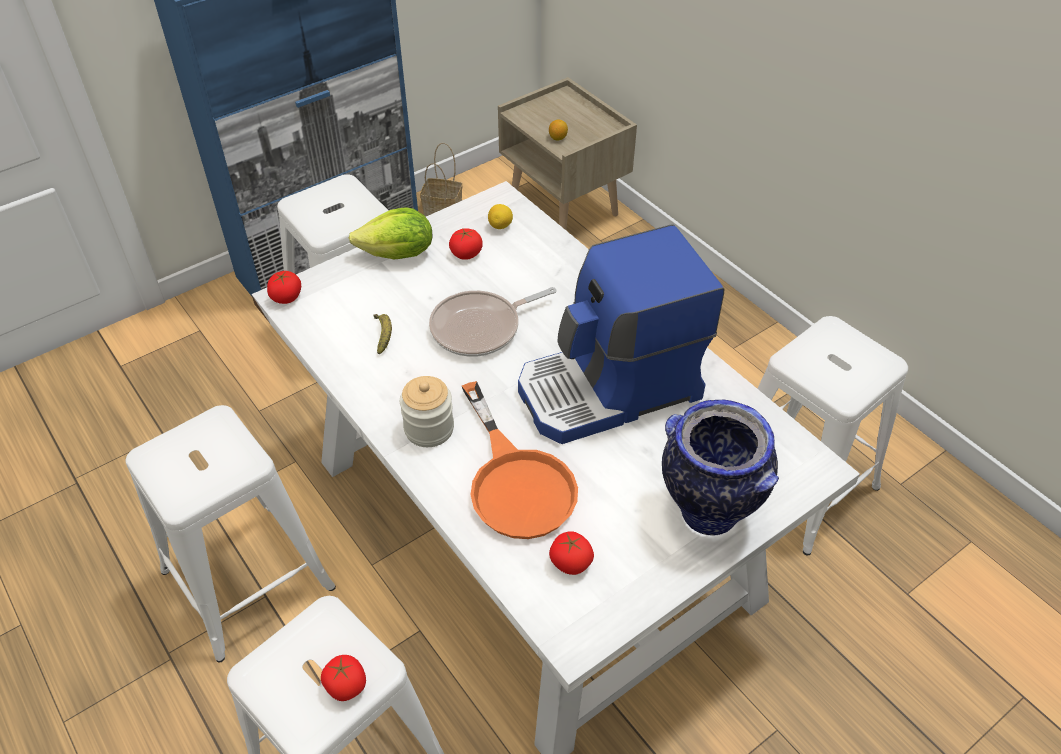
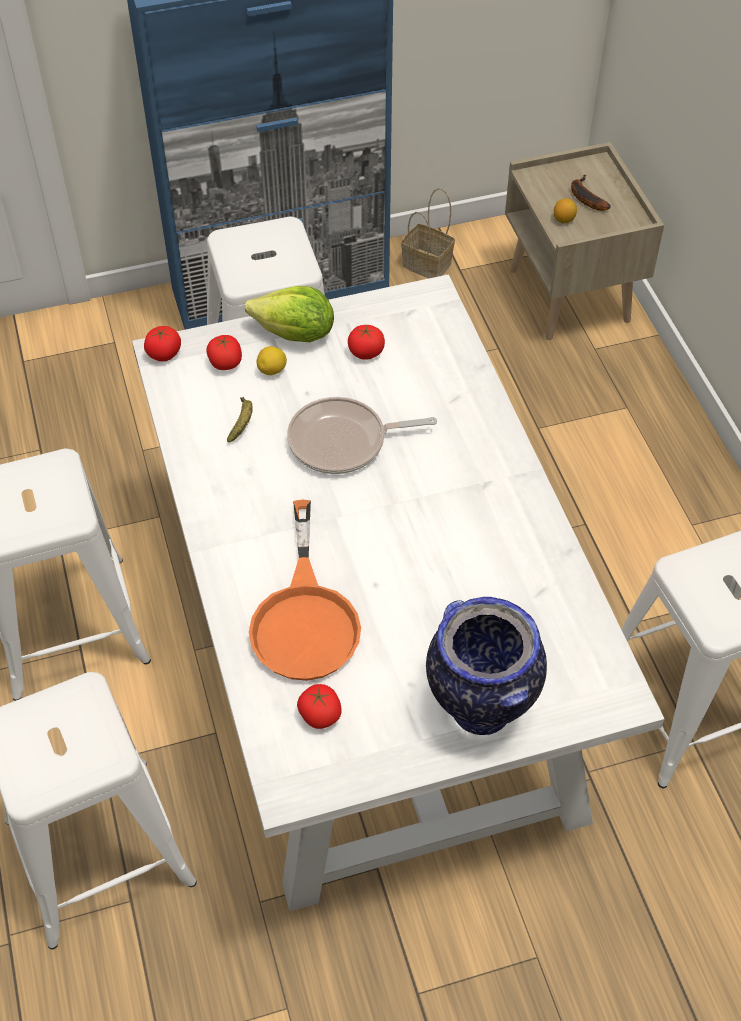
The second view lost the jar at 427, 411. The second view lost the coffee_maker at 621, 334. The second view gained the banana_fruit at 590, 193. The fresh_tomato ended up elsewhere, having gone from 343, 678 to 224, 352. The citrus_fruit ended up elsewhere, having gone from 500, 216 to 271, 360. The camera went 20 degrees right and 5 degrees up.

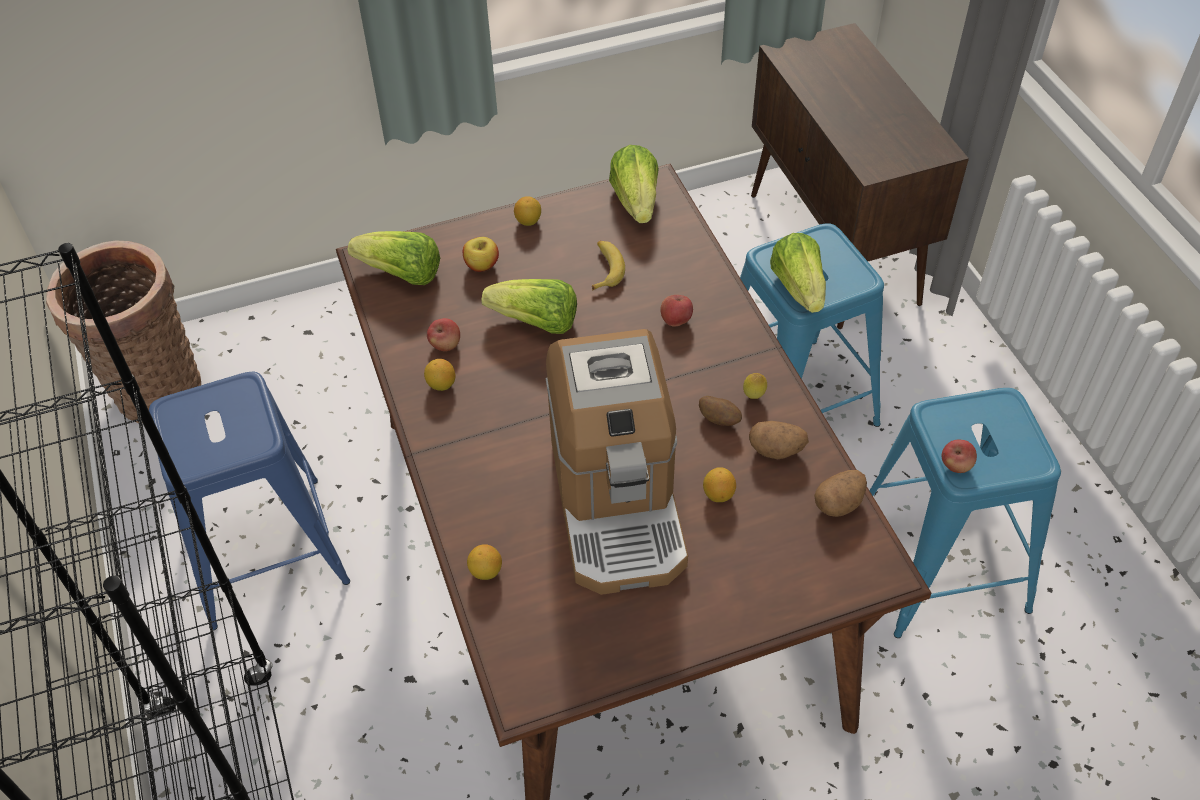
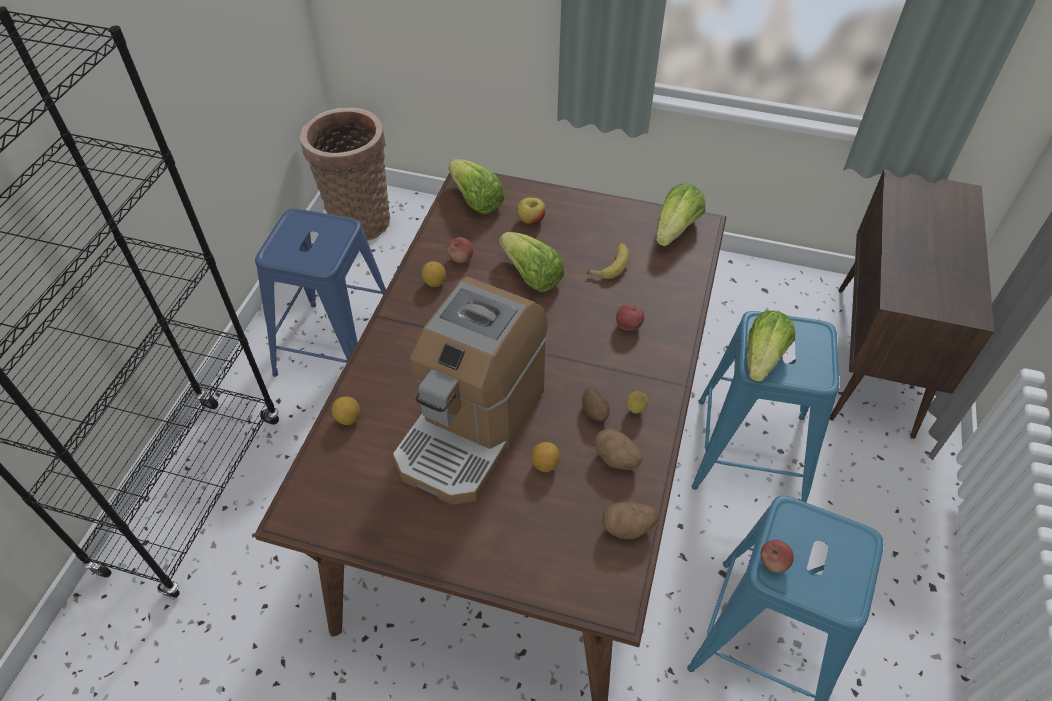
The second view lost the citrus_fruit at 527, 211. The camera went 35 degrees right and 0 degrees up.

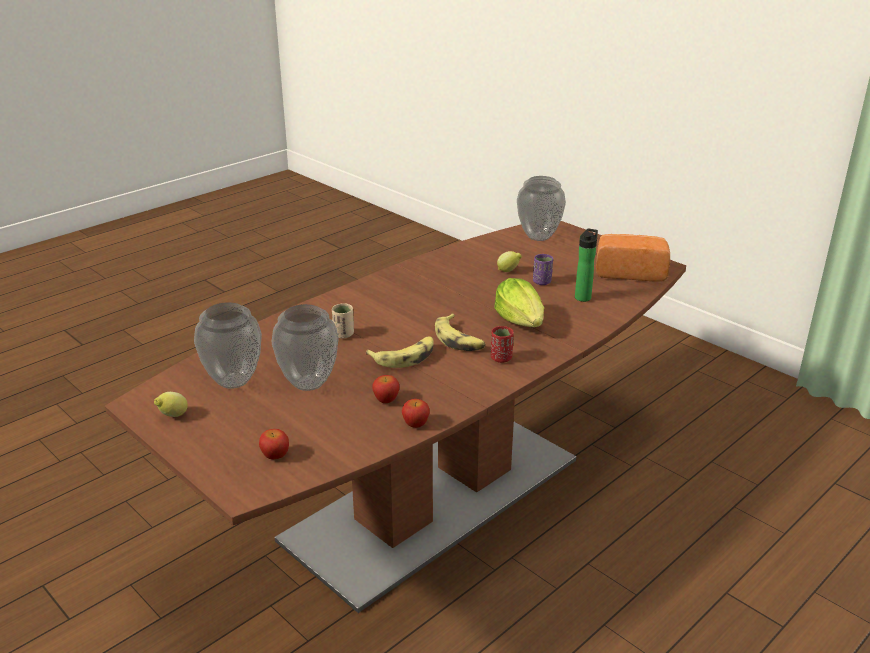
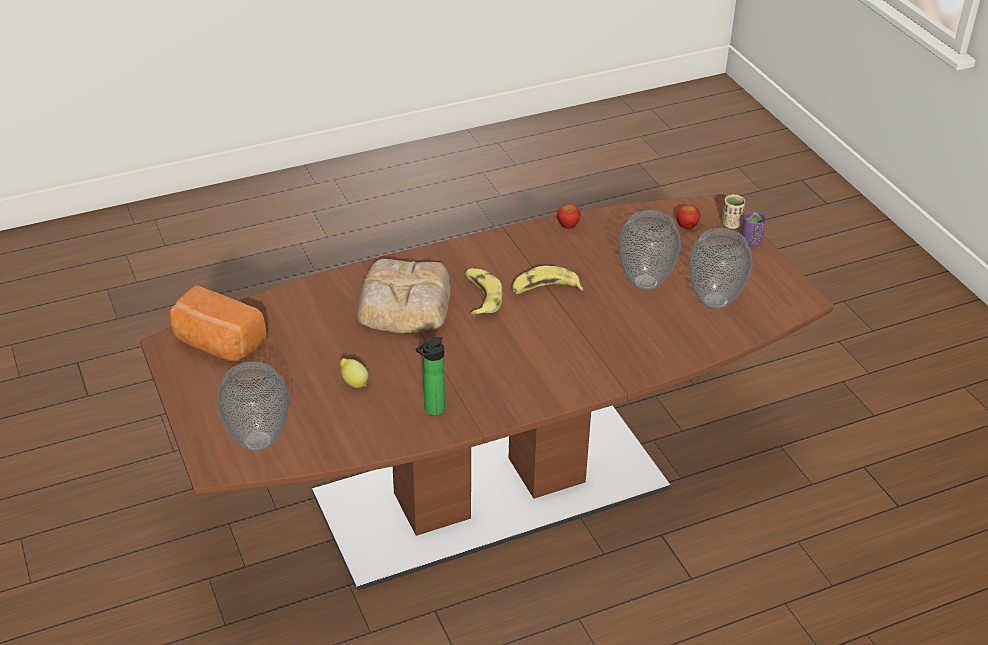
The second view lost the citrus_fruit at 171, 404. The second view lost the apple at 385, 389. The second view lost the reddish_small_cup at 502, 344. The sand-coloured_small_cup ended up elsewhere, having gone from 343, 320 to 733, 212. The purple-coloured_small_cup ended up elsewhere, having gone from 543, 269 to 754, 229. The beverage_bottle ended up elsewhere, having gone from 586, 265 to 430, 376. Where the head_of_lettuce stood at 519, 302, the bread came to stand at 404, 296. The camera went 160 degrees left and 10 degrees up.

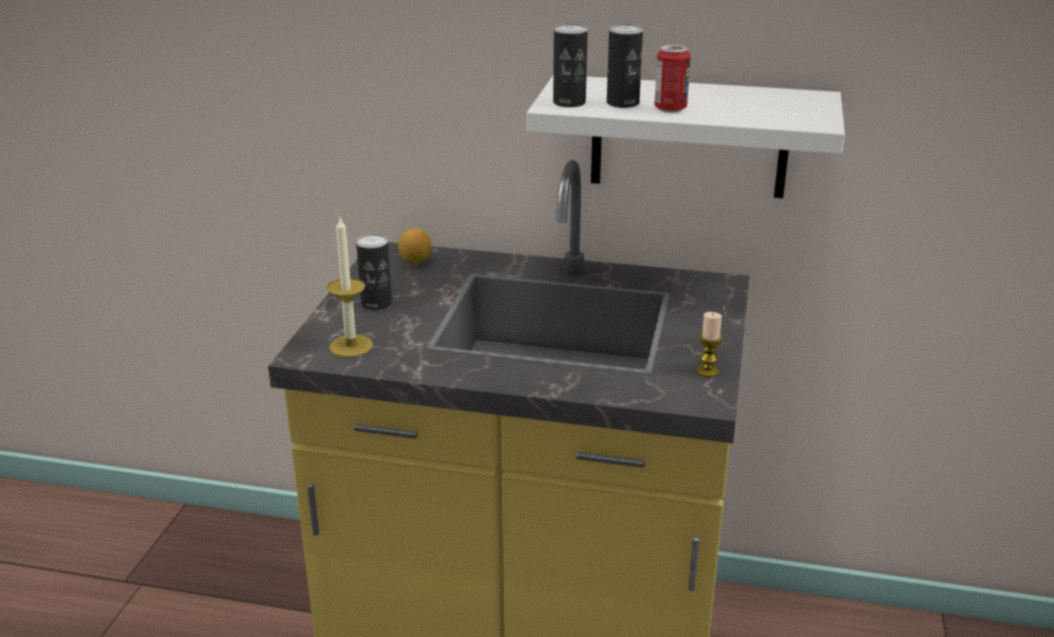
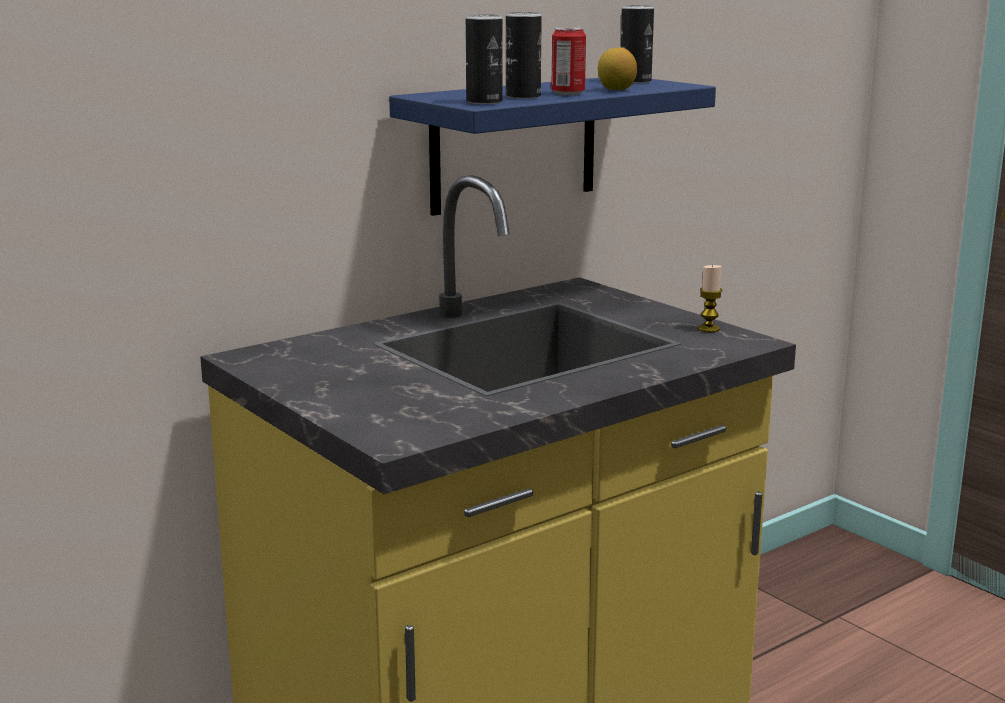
The second view lost the wax_candle at 350, 287. The sealed_can ended up elsewhere, having gone from 374, 272 to 637, 44. The citrus_fruit ended up elsewhere, having gone from 415, 246 to 617, 68. What was the white_shelf at 686, 137 turned into the blue_shelf at 552, 147. The camera went 50 degrees left and 10 degrees down.

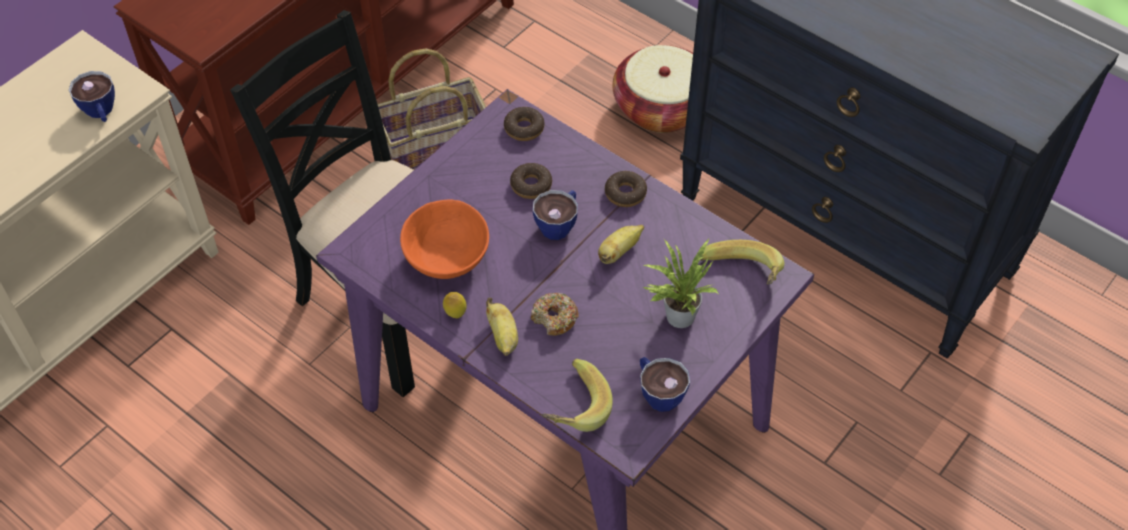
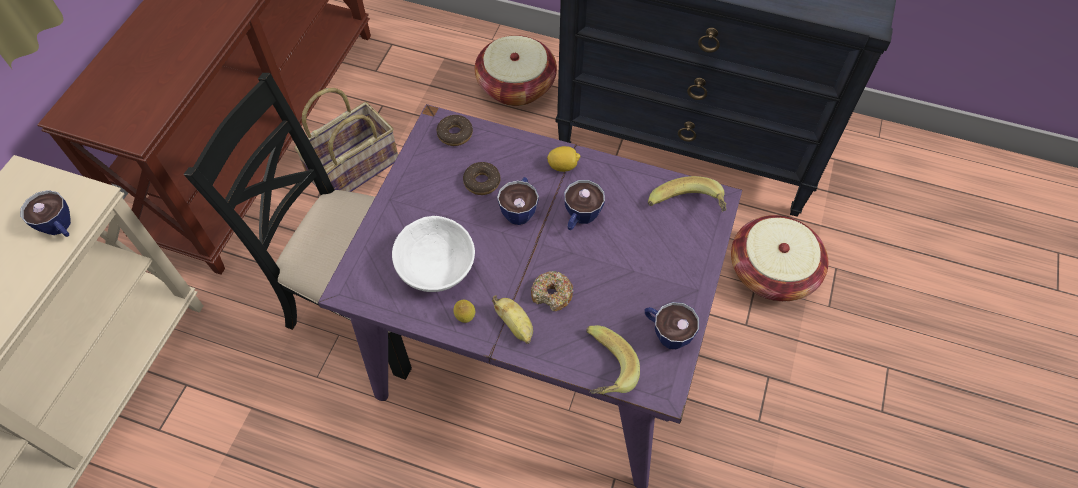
The second view lost the houseplant at 680, 283. The second view gained the storage_basket at 779, 258. Where the banana_fruit stood at 621, 244, the small_cup came to stand at 584, 205. Where the ring_doughnut stood at 626, 189, the citrus_fruit came to stand at 563, 159. What was the orange_deep_dish at 444, 239 turned into the white_deep_dish at 433, 254. The camera went 20 degrees left and 5 degrees up.

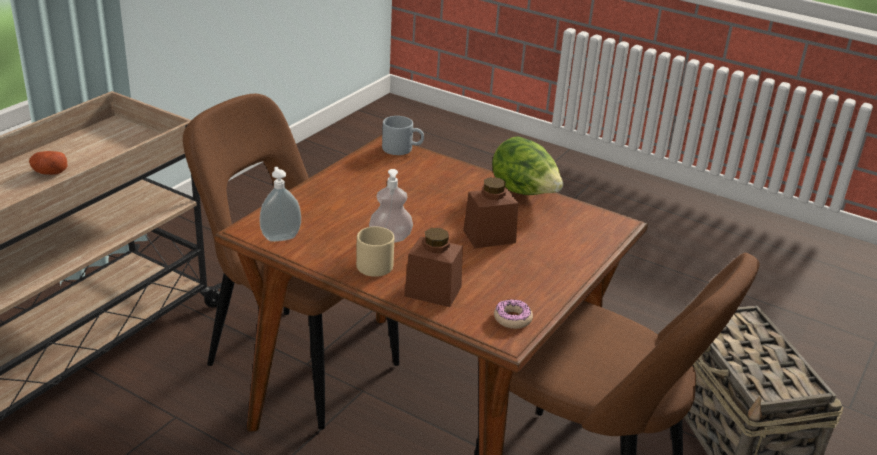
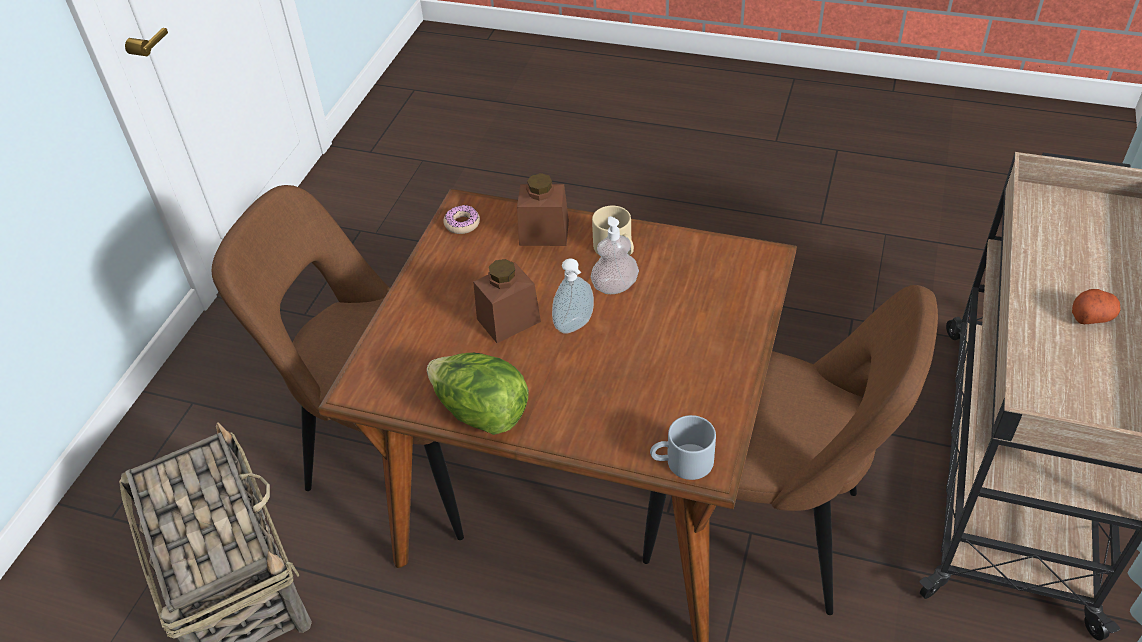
The liquid_soap_bottle ended up elsewhere, having gone from 280, 204 to 573, 296. The camera went 170 degrees right and 15 degrees up.

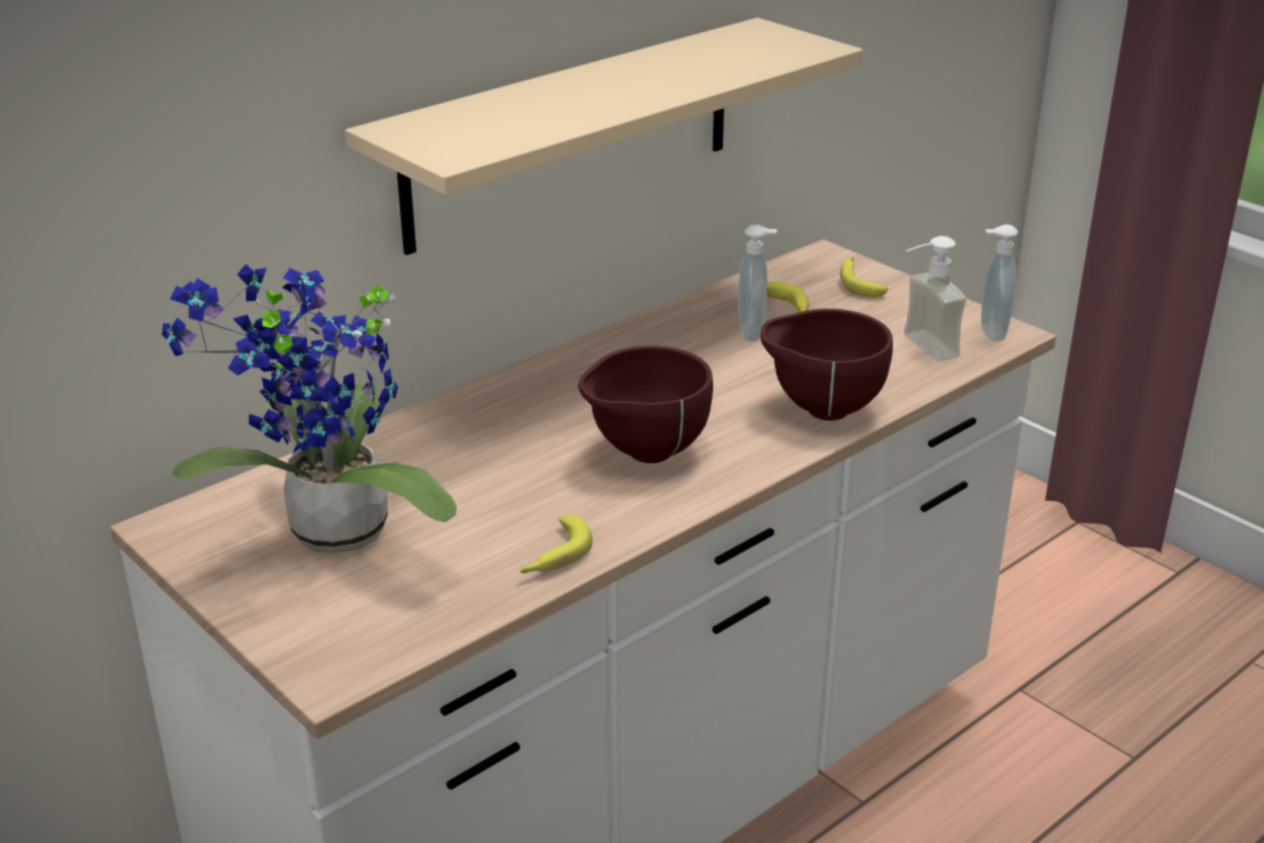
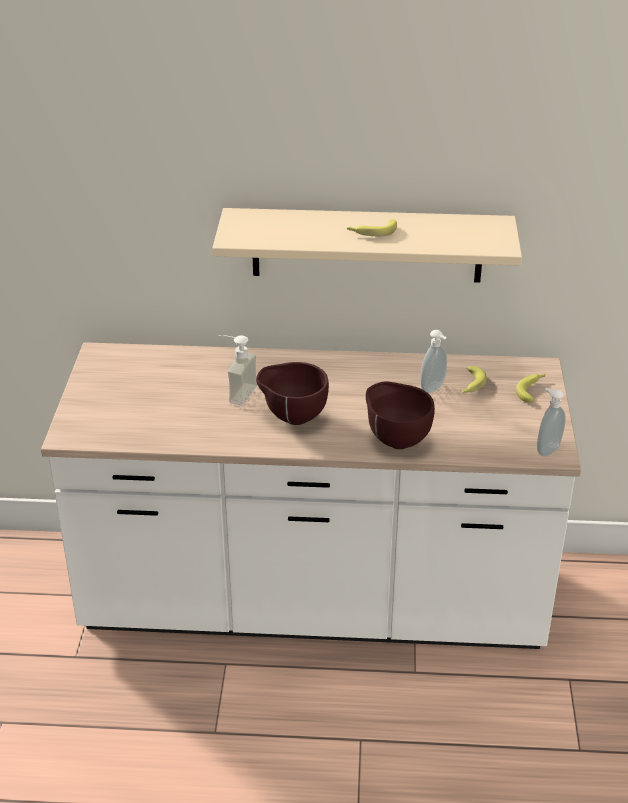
The second view lost the houseplant at 309, 409. The banana_fruit ended up elsewhere, having gone from 556, 544 to 372, 227. The liquid_soap_bottle ended up elsewhere, having gone from 935, 298 to 238, 370. The camera went 45 degrees right and 5 degrees up.

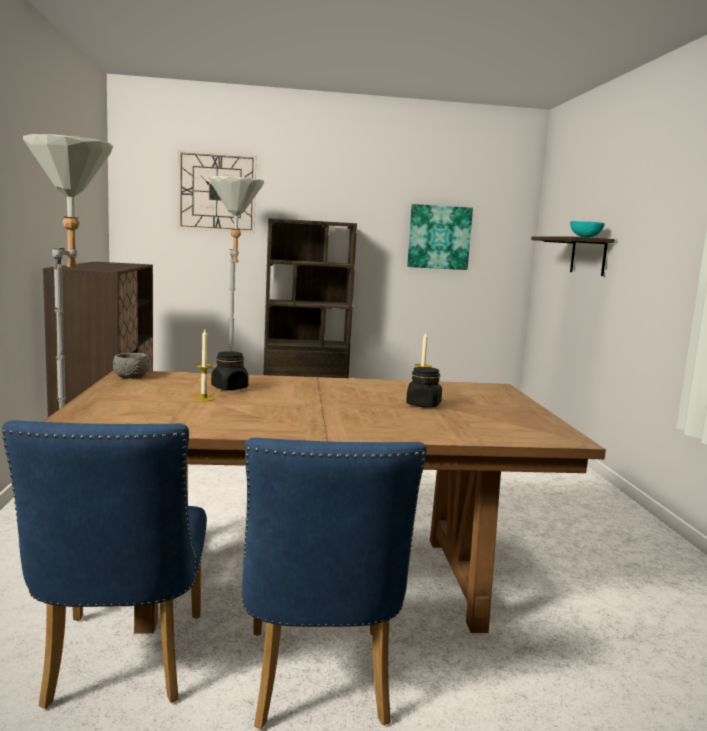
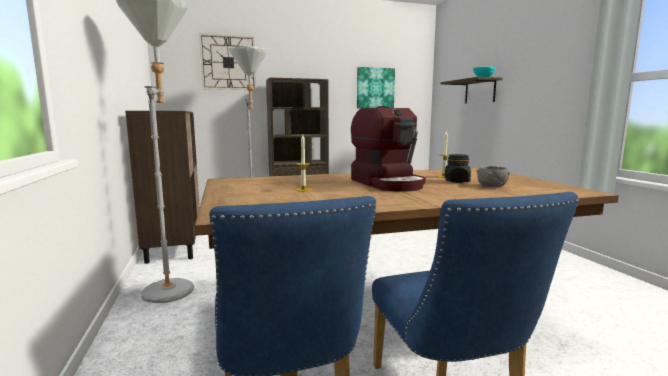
The second view lost the black-coloured_jar at 230, 370. The second view gained the coffee_maker at 388, 149. The grey_deep_dish ended up elsewhere, having gone from 131, 366 to 493, 176. The camera went 10 degrees left and 0 degrees up.

